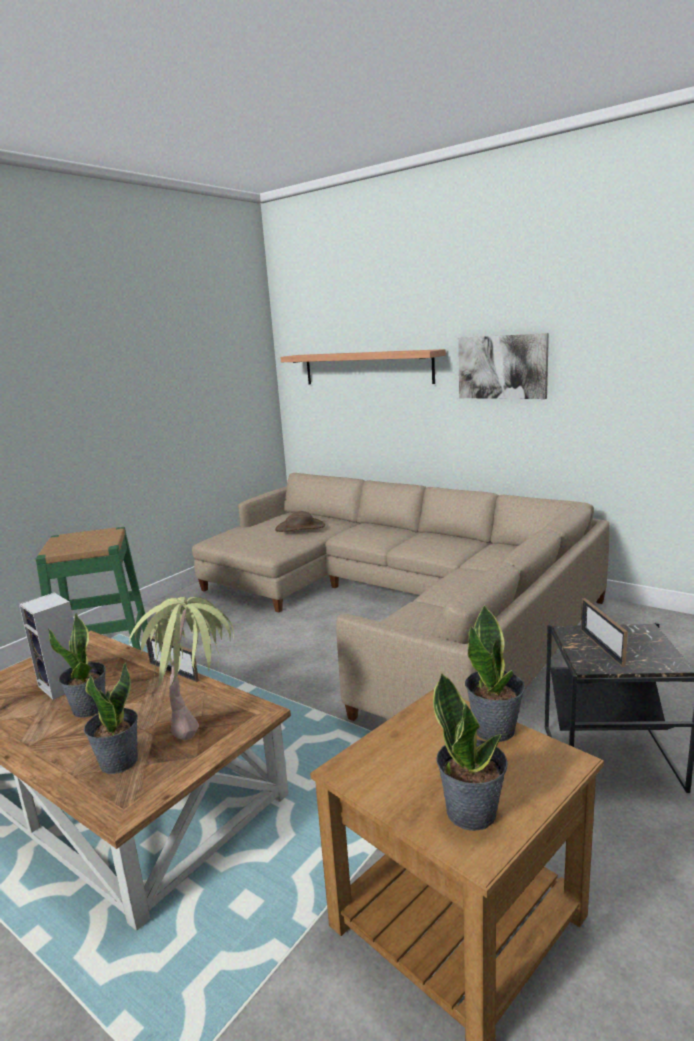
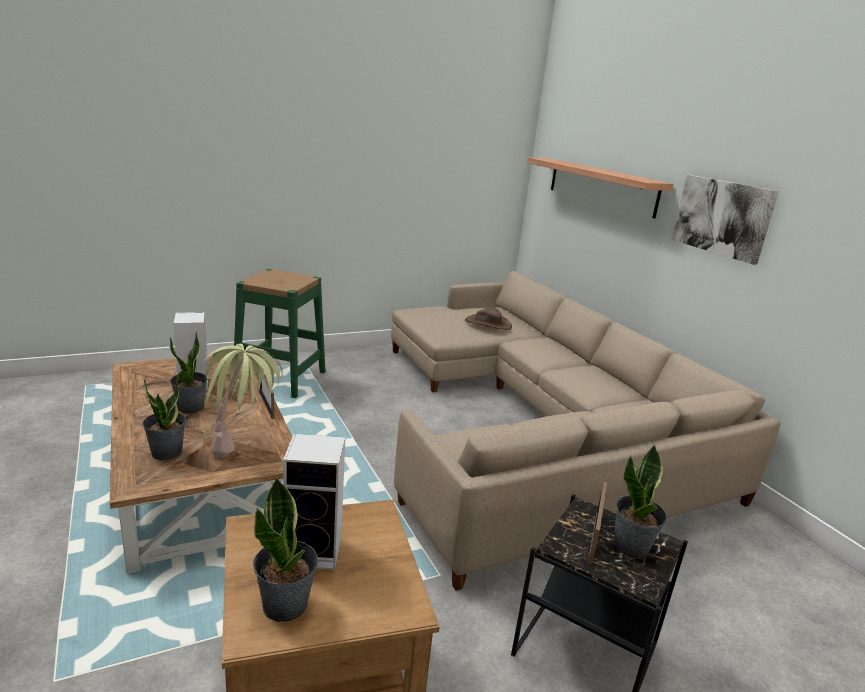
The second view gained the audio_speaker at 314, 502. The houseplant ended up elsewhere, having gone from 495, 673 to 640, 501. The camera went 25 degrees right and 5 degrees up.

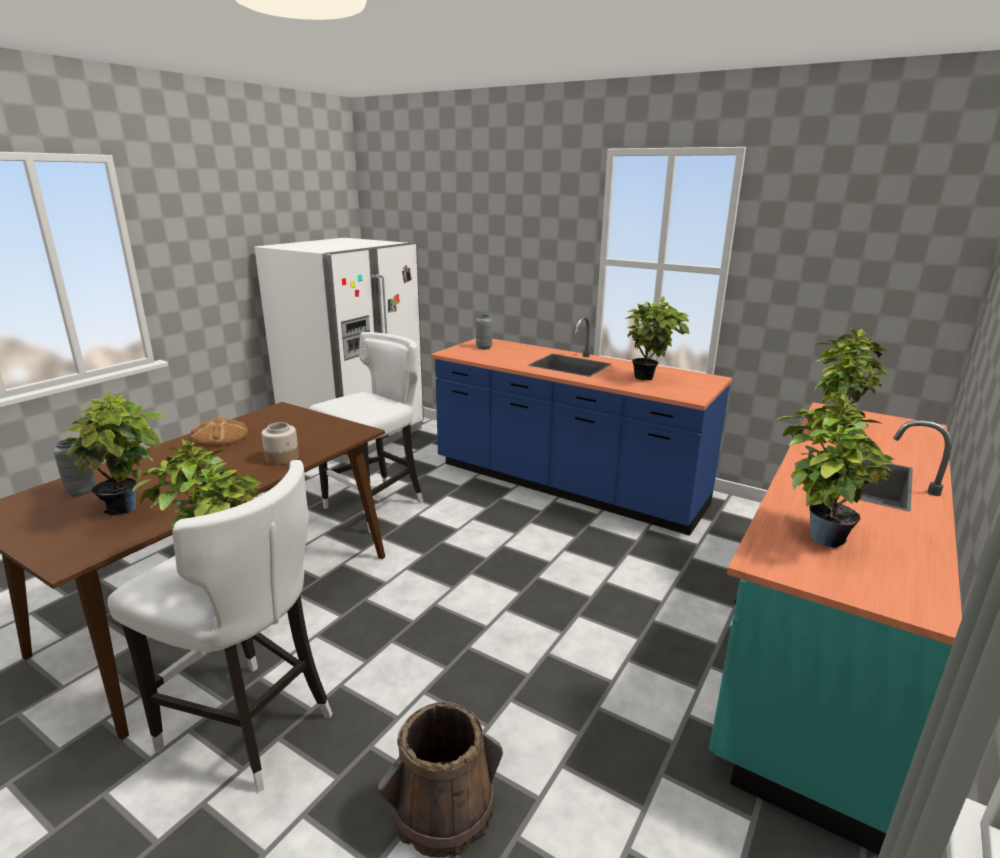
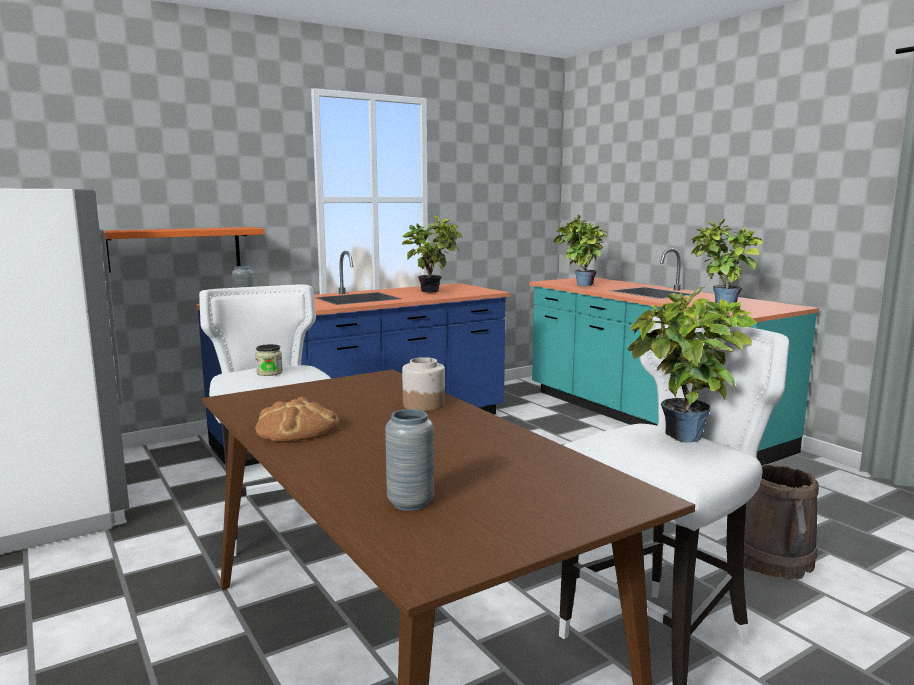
The second view lost the houseplant at 113, 453. The second view gained the orange_shelf at 182, 250. The second view gained the jar at 269, 360. The camera went 65 degrees left and 10 degrees down.

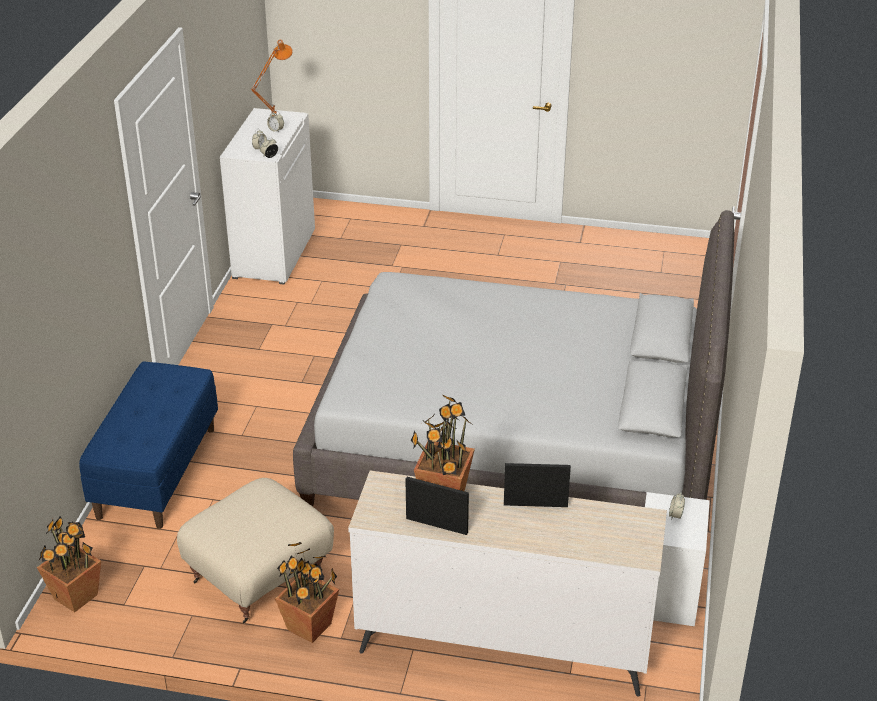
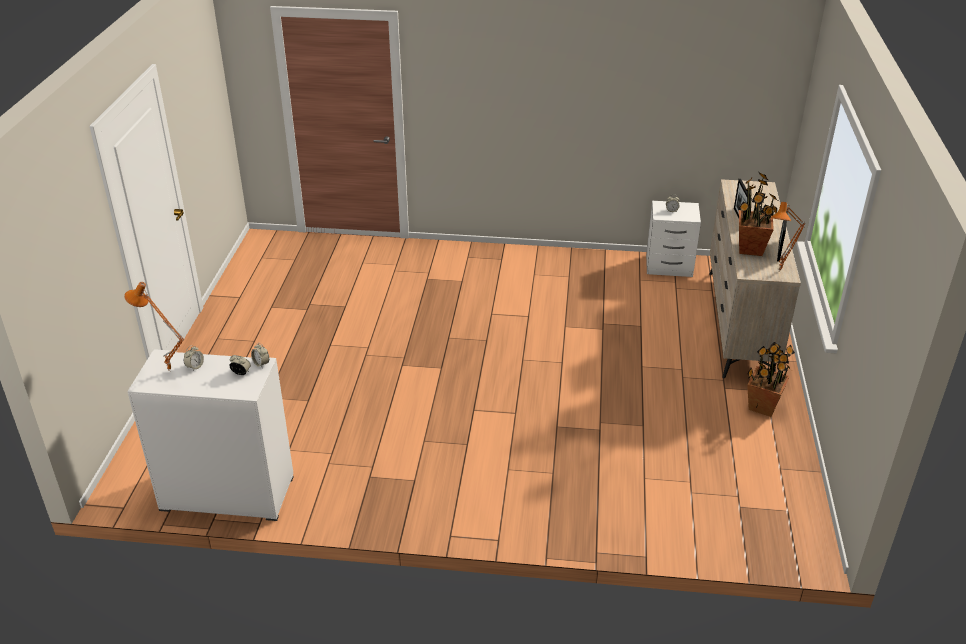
The second view lost the houseplant at 69, 564. The second view lost the blue_long_seat at 148, 445. The second view lost the sand-coloured_pouffe at 255, 551. The second view lost the grey_bed at 513, 358. The second view gained the orange_lamp_for_a_table at 788, 237. The camera went 95 degrees left and 0 degrees up.

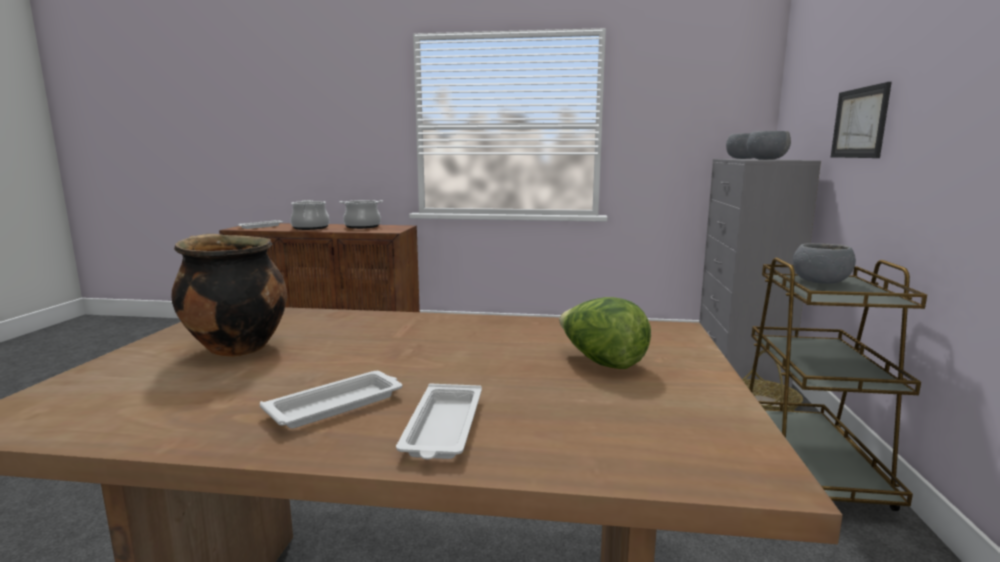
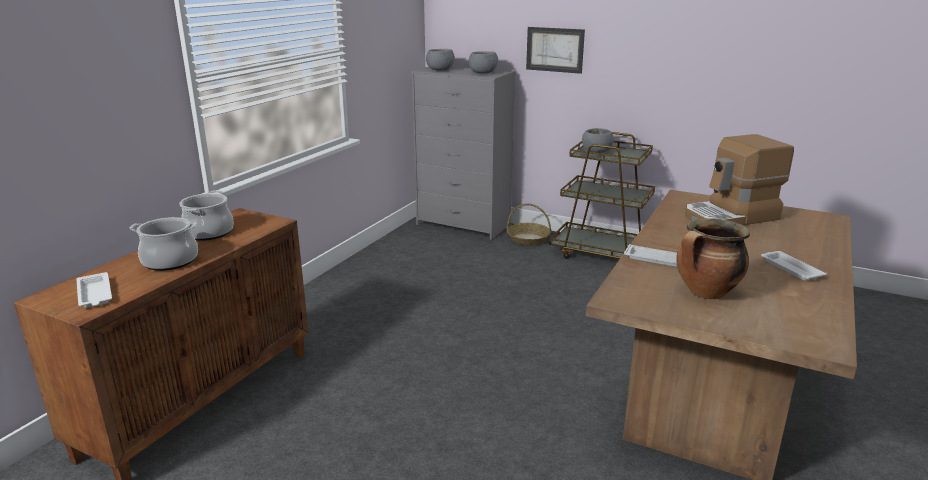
The white_carrying_tray ended up elsewhere, having gone from 439, 422 to 650, 255. Where the head_of_lettuce stood at 605, 333, the coffee_maker came to stand at 739, 180. The camera went 70 degrees left and 10 degrees up.

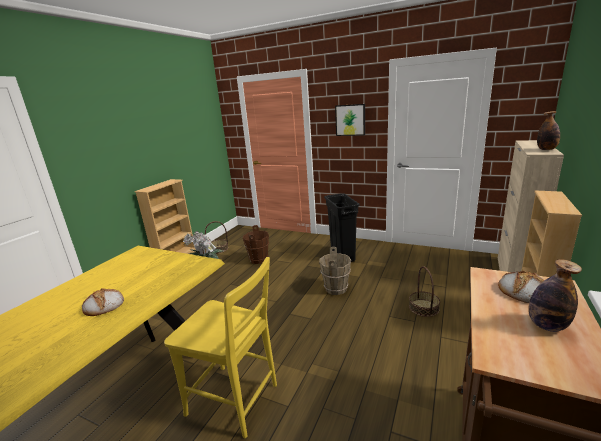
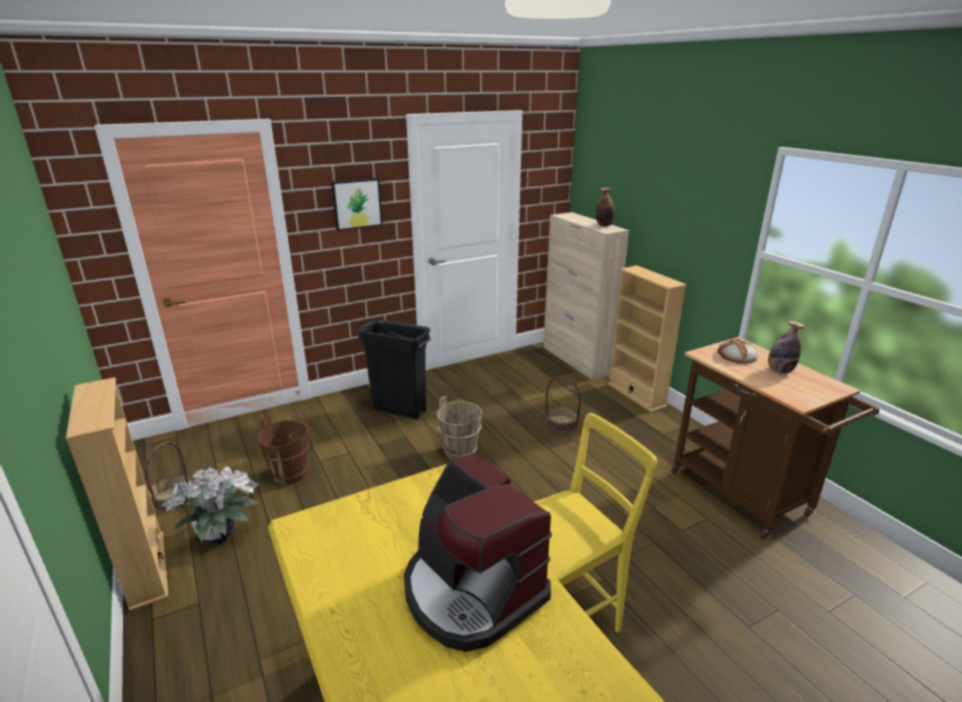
Where the bread stood at 103, 302, the coffee_maker came to stand at 478, 552. The camera went 55 degrees left and 5 degrees up.

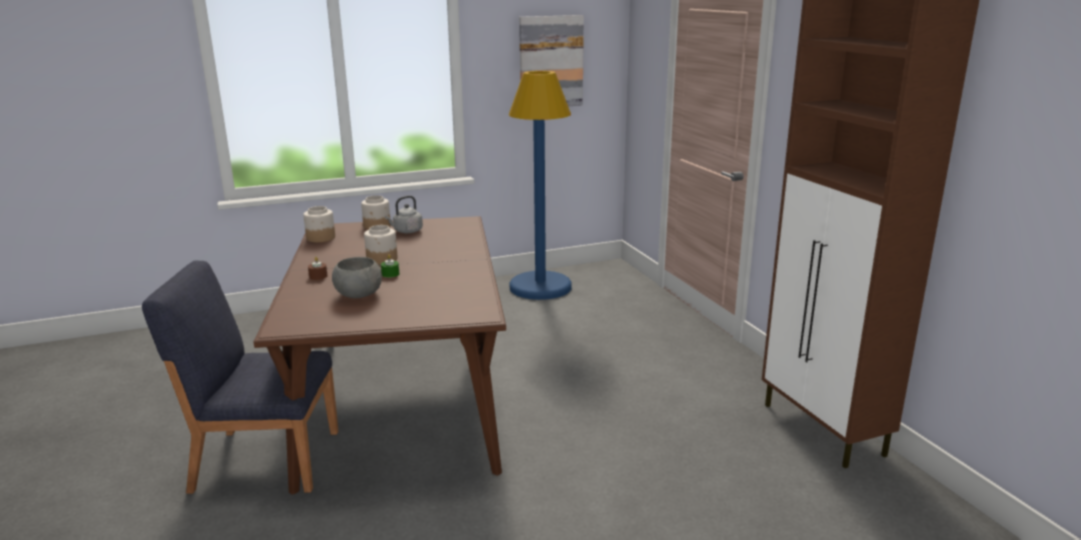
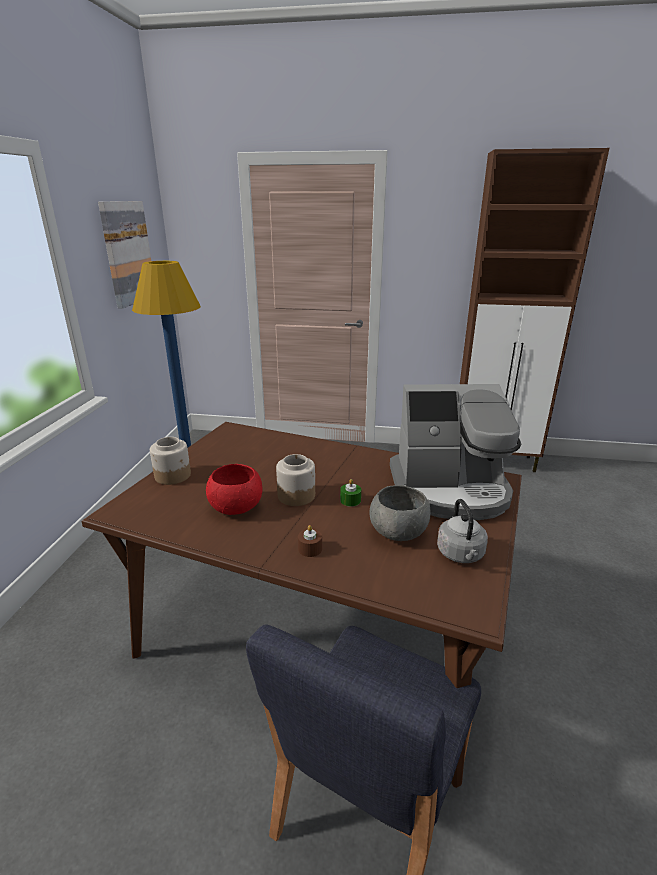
The second view lost the jar at 319, 224. The second view gained the reddish_deep_dish at 234, 489. The second view gained the coffee_maker at 455, 452. The grey_water_kettle ended up elsewhere, having gone from 404, 214 to 462, 531. The camera went 60 degrees left and 5 degrees up.

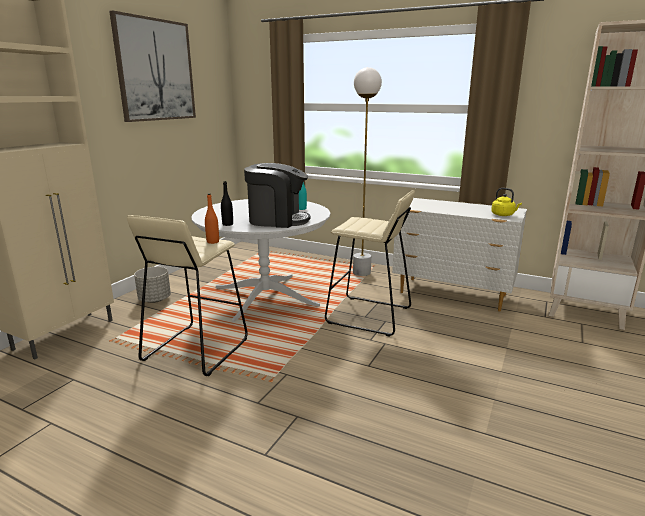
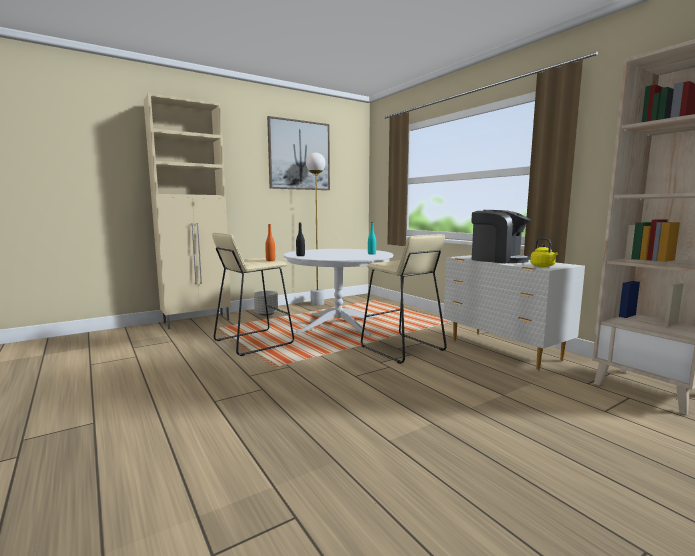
The coffee_maker ended up elsewhere, having gone from 277, 195 to 501, 236. The white_standing_lamp ended up elsewhere, having gone from 367, 171 to 316, 229. The camera went 30 degrees right and 10 degrees down.

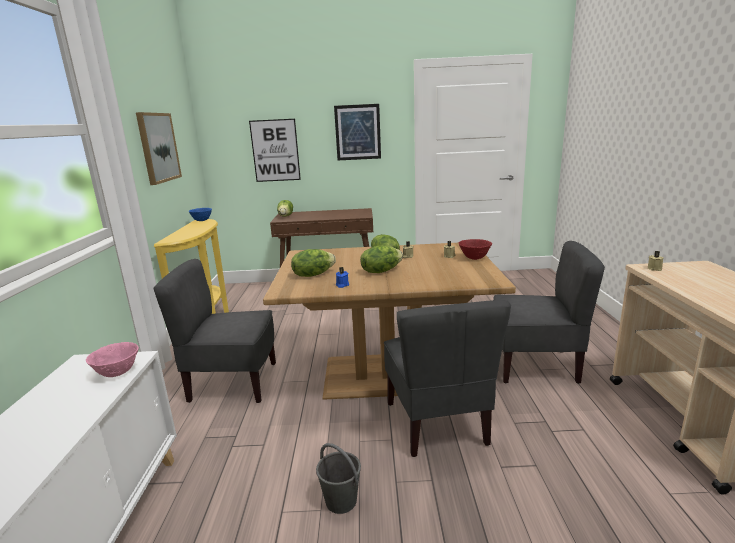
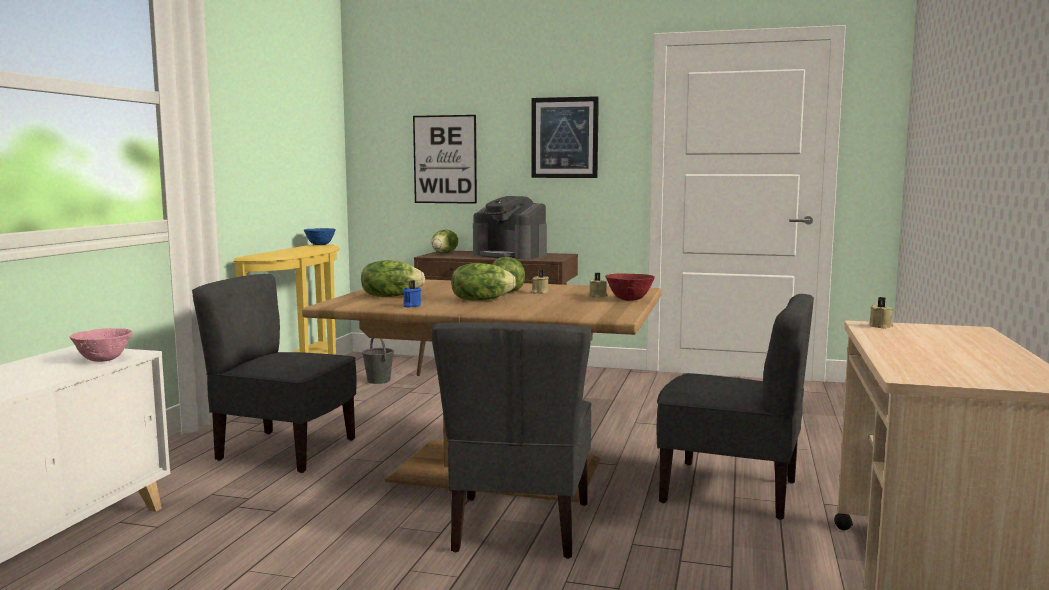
The second view lost the wall_art at 159, 148. The second view gained the coffee_maker at 510, 227. The grey_bucket ended up elsewhere, having gone from 338, 478 to 378, 361. The camera went 15 degrees right and 10 degrees down.

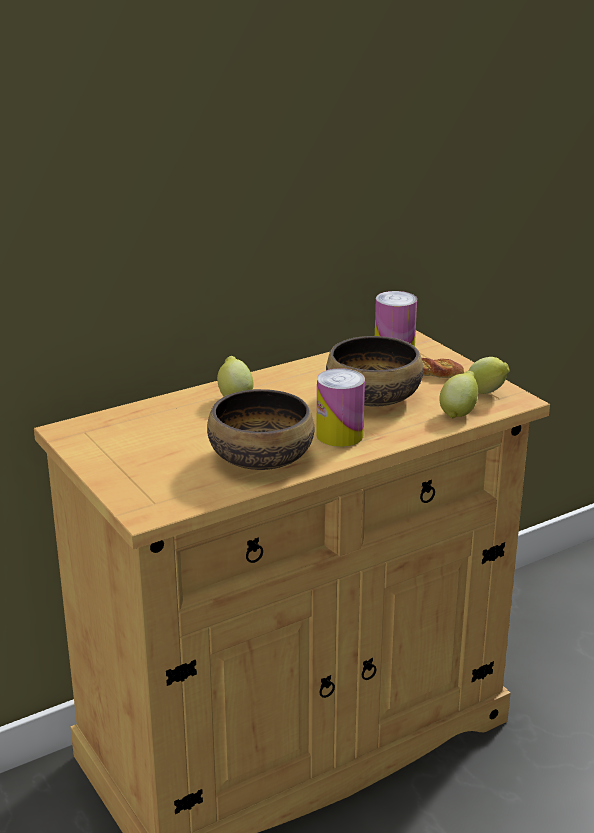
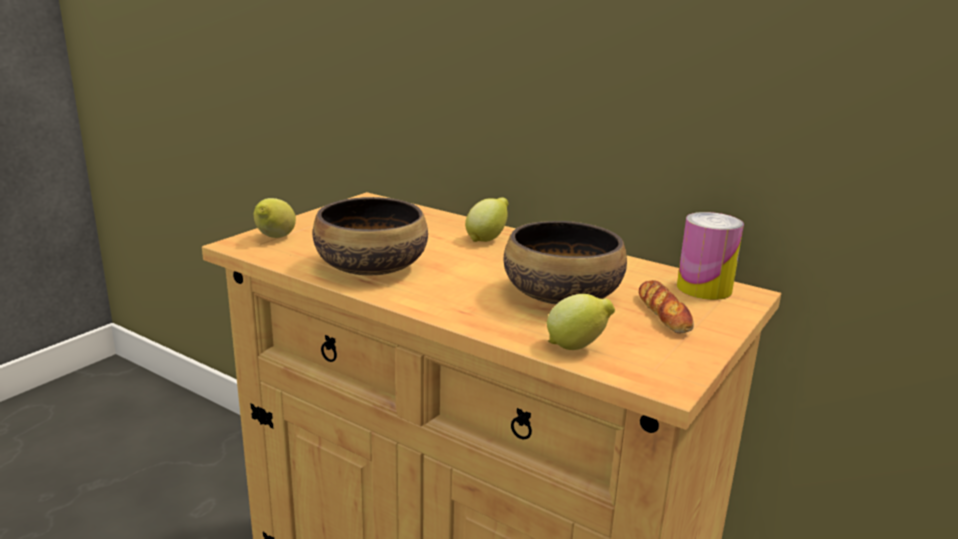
The second view lost the sealed_can at 340, 407. The citrus_fruit ended up elsewhere, having gone from 488, 375 to 275, 218. The camera went 65 degrees right and 5 degrees down.

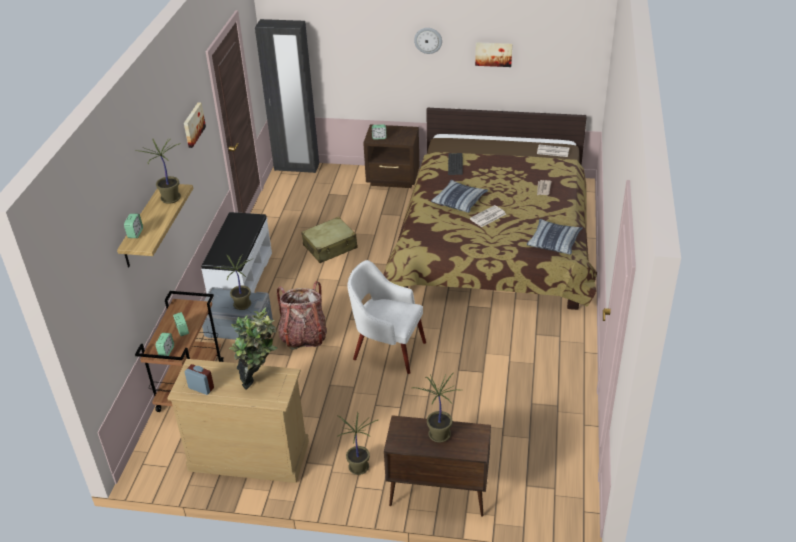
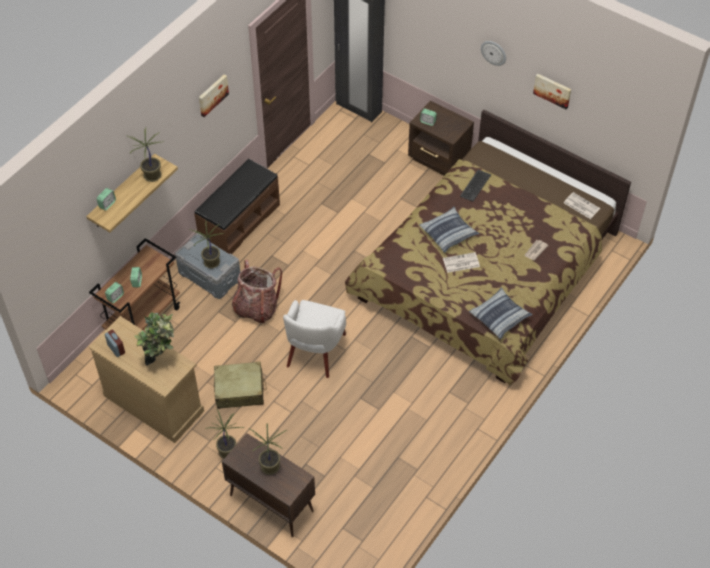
The sand-coloured_suitcase ended up elsewhere, having gone from 329, 240 to 240, 385. What was the white_long_seat at 236, 253 turned into the brown_long_seat at 237, 206. The white_easy_chair at 386, 317 ended up facing another way, 120 degrees counterclockwise from before. The camera went 25 degrees right and 15 degrees up.

